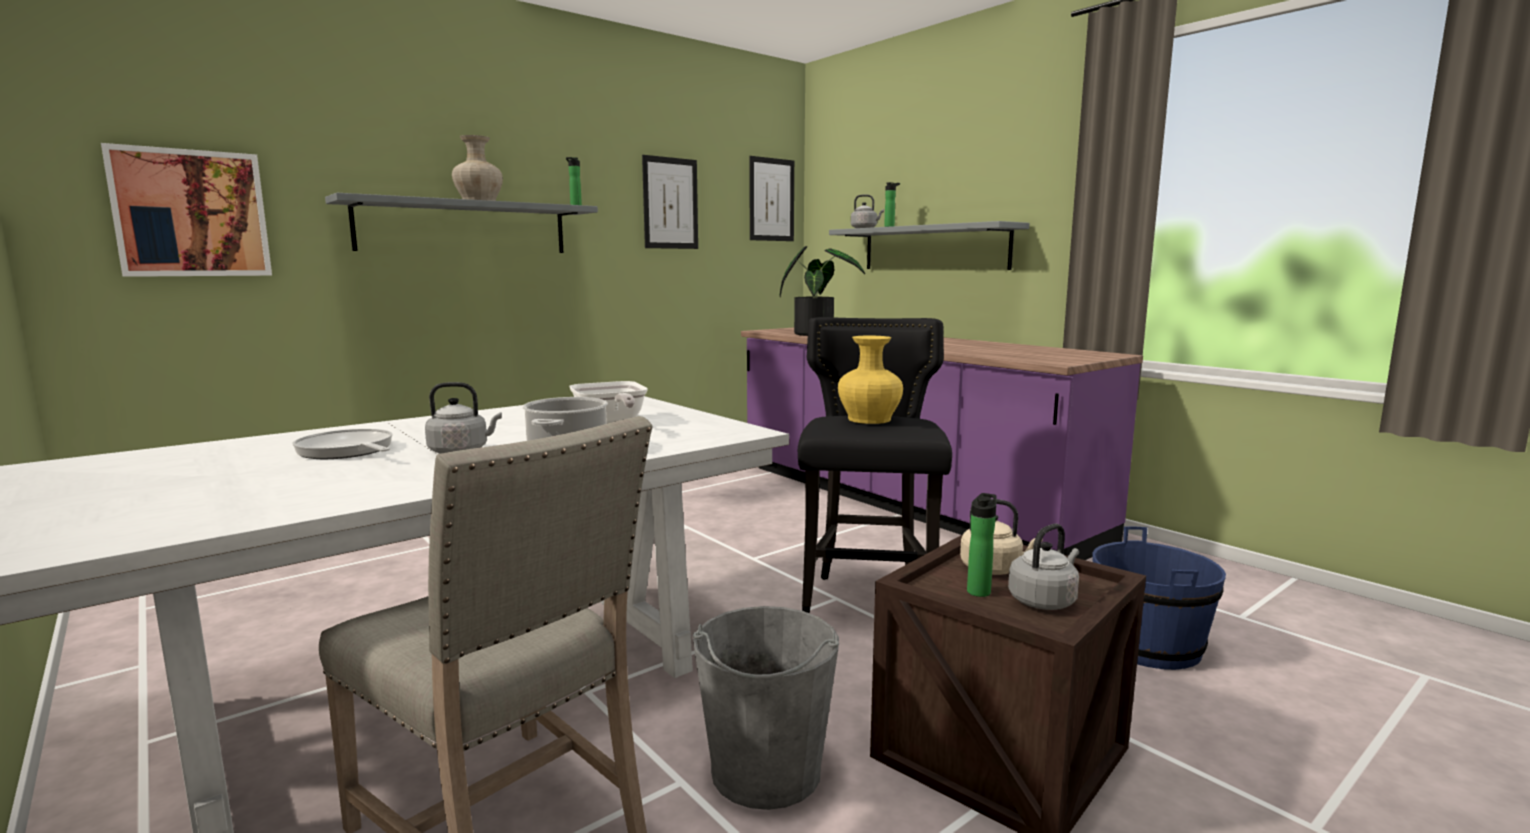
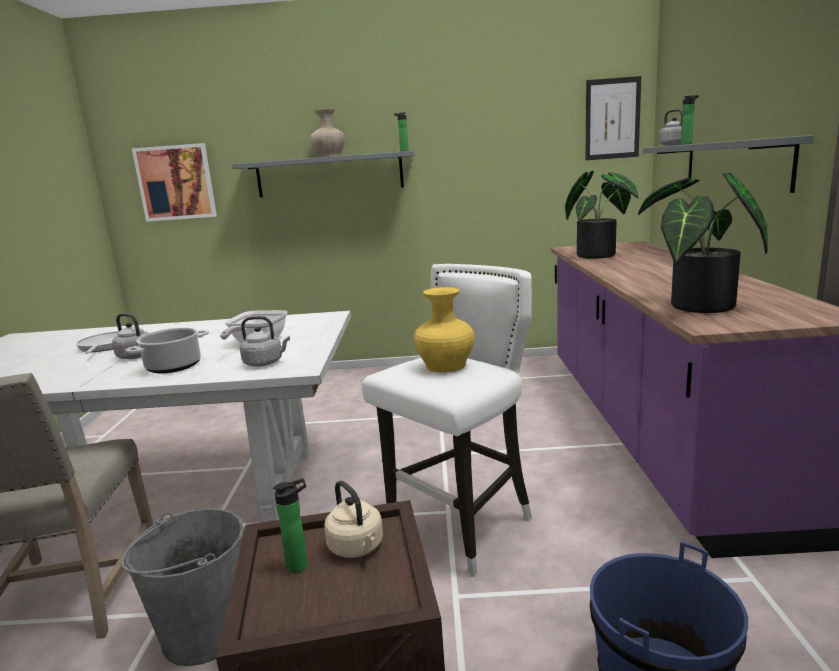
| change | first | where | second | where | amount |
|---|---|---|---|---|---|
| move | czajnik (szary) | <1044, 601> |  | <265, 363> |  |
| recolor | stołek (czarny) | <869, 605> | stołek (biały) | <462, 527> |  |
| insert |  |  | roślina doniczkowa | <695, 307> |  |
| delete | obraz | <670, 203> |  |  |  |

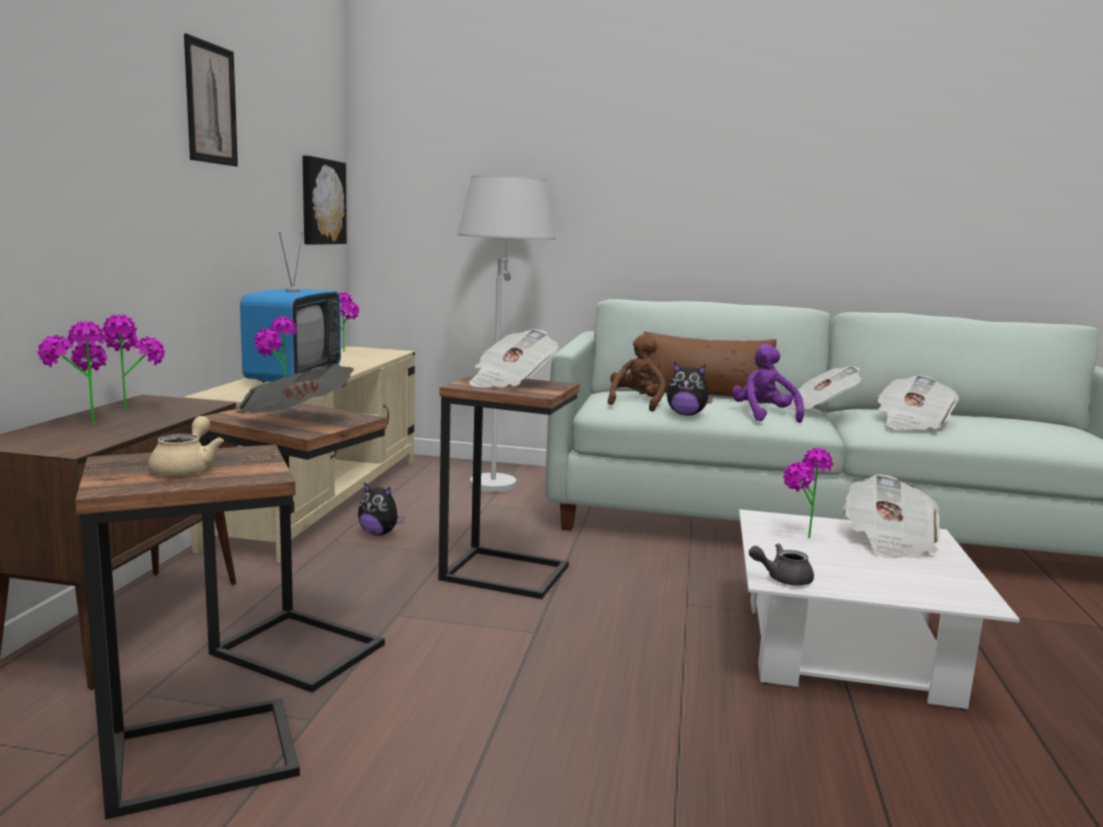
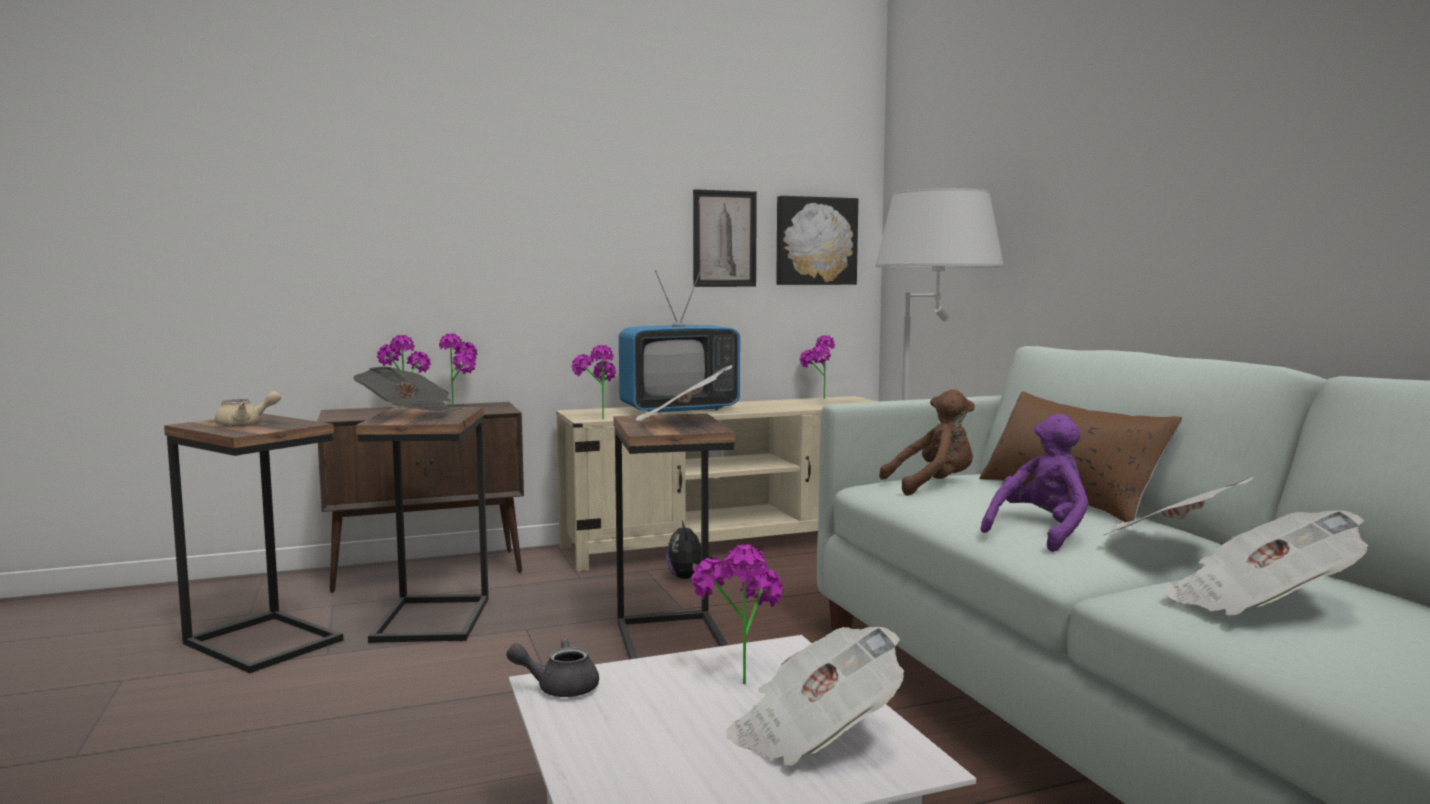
| change | first | where | second | where | amount |
|---|---|---|---|---|---|
| rotate | imbryk (szary) | <782, 579> |  | <559, 688> | 60 degrees counterclockwise |
| move | obraz | <210, 104> |  | <724, 239> |  |
| delete | pluszak | <686, 414> |  |  |  |

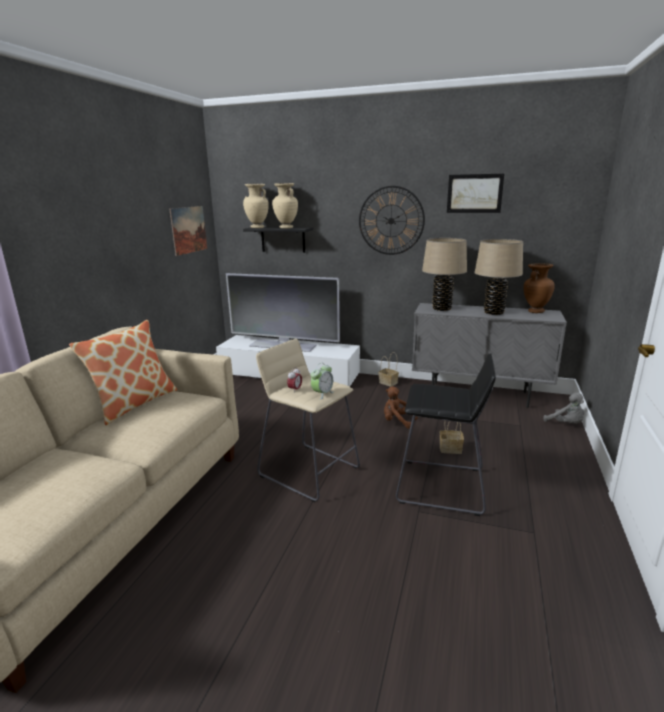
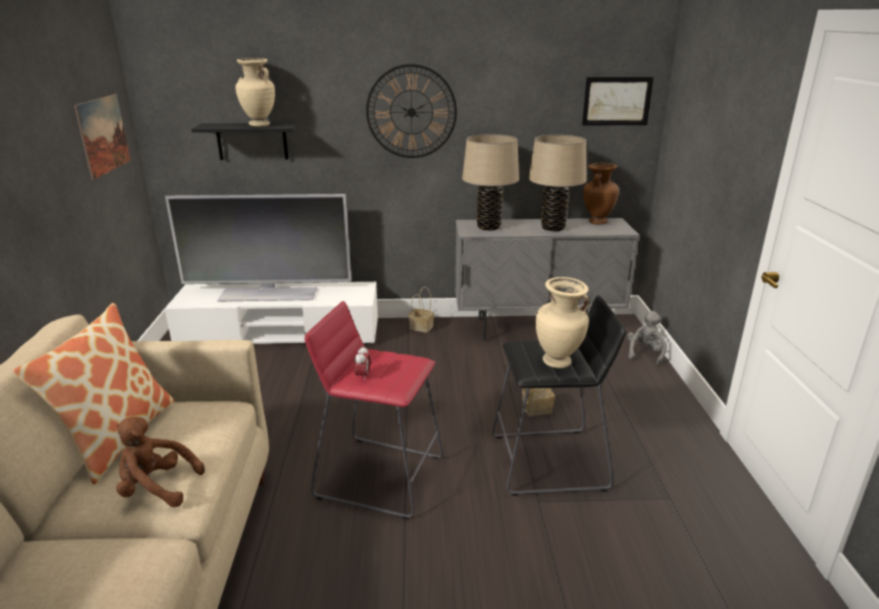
| change | first | where | second | where | amount |
|---|---|---|---|---|---|
| move | pluszak (brązowy) | <397, 421> |  | <157, 488> |  |
| recolor | stołek (beżowy) | <309, 471> | stołek (czerwony) | <379, 476> |  |
| move | wazon (beżowy) | <257, 227> |  | <557, 362> |  |
| move | obraz | <474, 193> |  | <617, 101> |  |
| rotate | pluszak (szary) | <566, 424> |  | <645, 353> | 105 degrees counterclockwise |
| delete | budzik | <322, 394> |  |  |  |

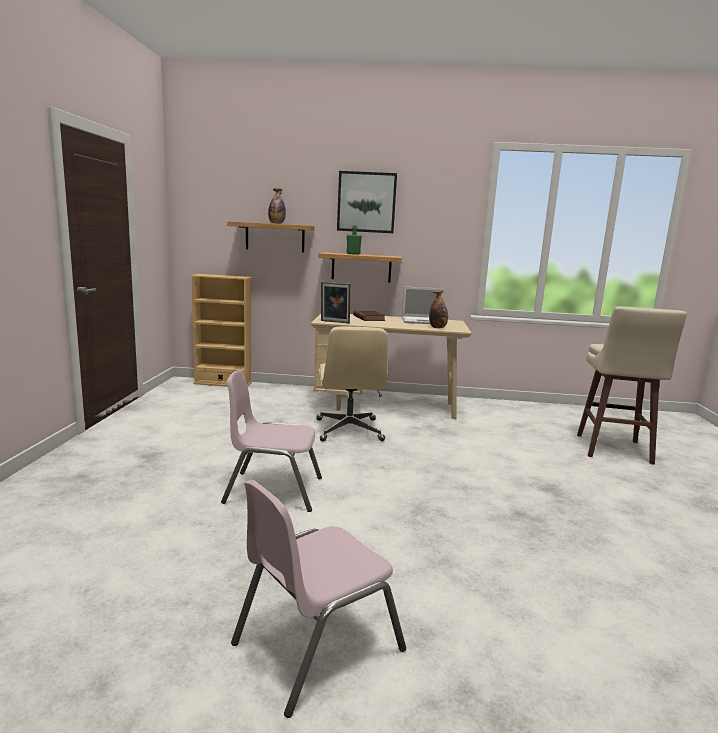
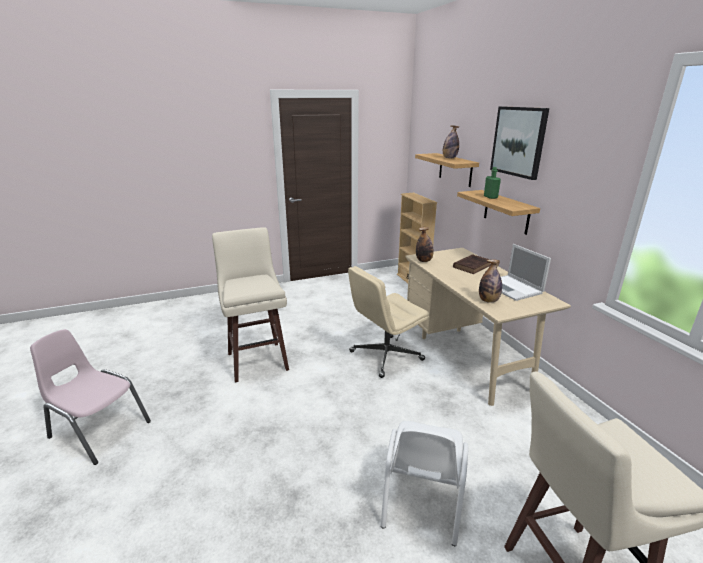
| change | first | where | second | where | amount |
|---|---|---|---|---|---|
| replace | krzesło (różowy) | <273, 490> | stołek (beżowy) | <258, 360> |  |
| insert |  |  | krzesło (biały) | <422, 497> |  |
| replace | ramka na zdjęcie | <334, 322> | butelka | <424, 260> |  |

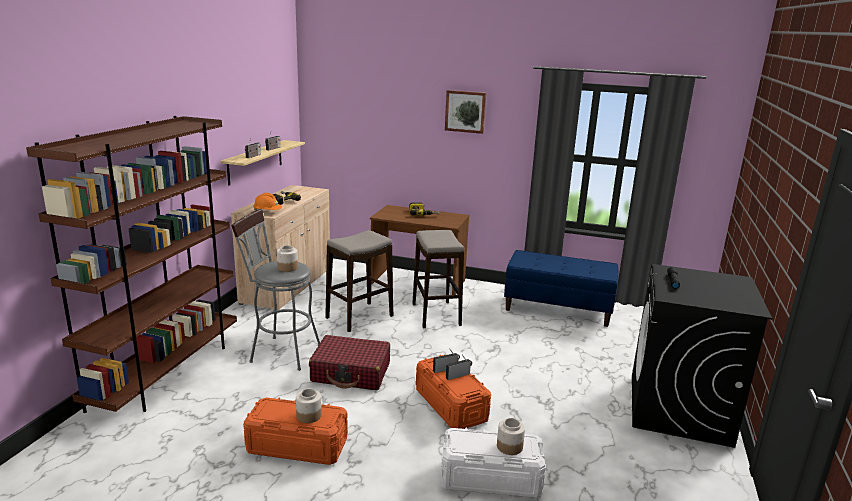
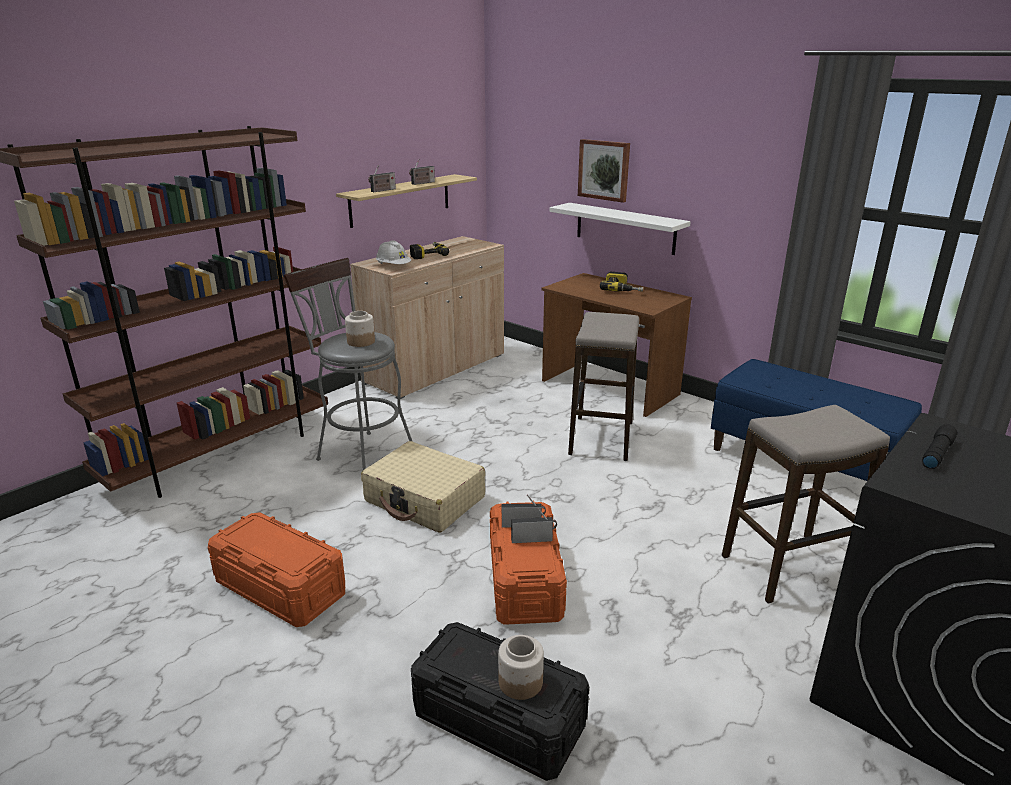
| change | first | where | second | where | amount |
|---|---|---|---|---|---|
| recolor | walizka (czerwony) | <351, 373> | walizka (beżowy) | <425, 500> |  |
| recolor | kask (pomarańczowy) | <267, 212> | kask (biały) | <393, 266> |  |
| recolor | pojemnik do przechowywania (biały) | <490, 478> | pojemnik do przechowywania (czarny) | <499, 720> |  |
| insert |  |  | półka (biały) | <625, 228> |  |
| move | obraz | <465, 111> |  | <604, 170> |  |
| move | stołek | <359, 317> |  | <788, 567> |  |
| delete | słoik | <308, 416> |  |  |  |

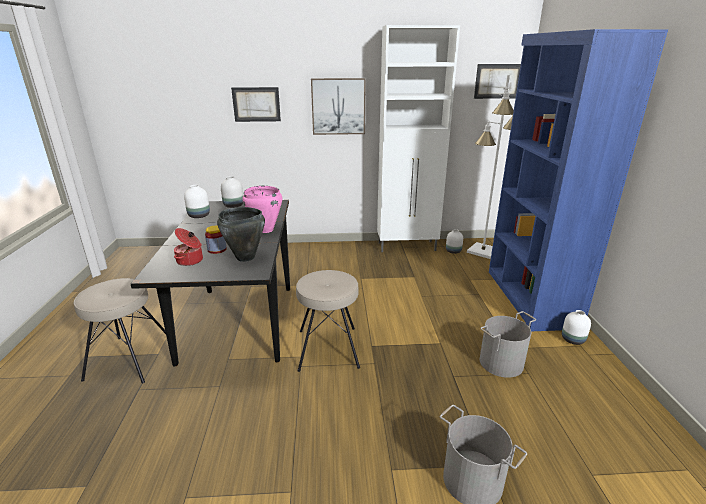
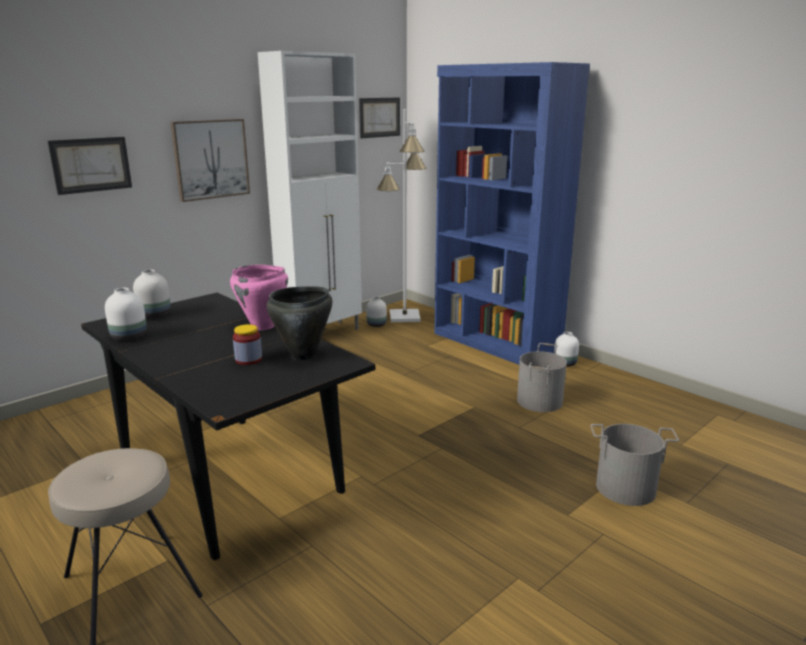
| change | first | where | second | where | amount |
|---|---|---|---|---|---|
| delete | garnek | <190, 261> |  |  |  |
| delete | stołek (beżowy) | <329, 348> |  |  |  |

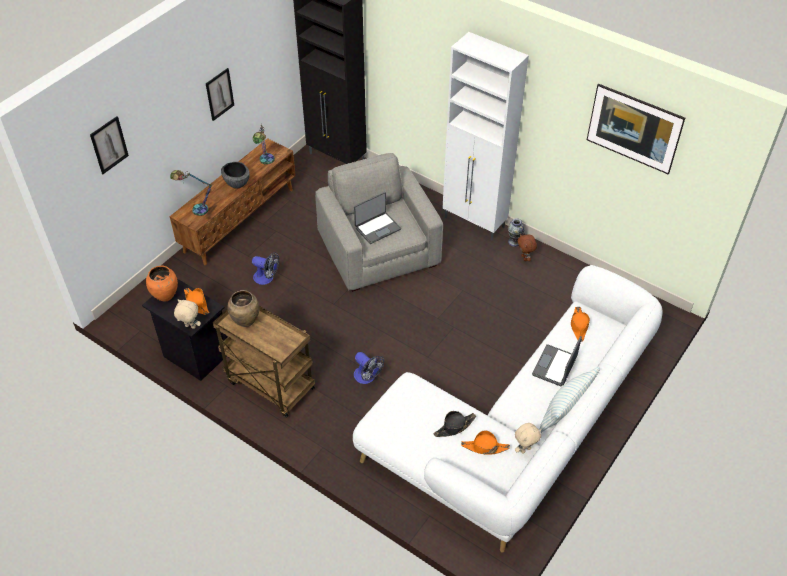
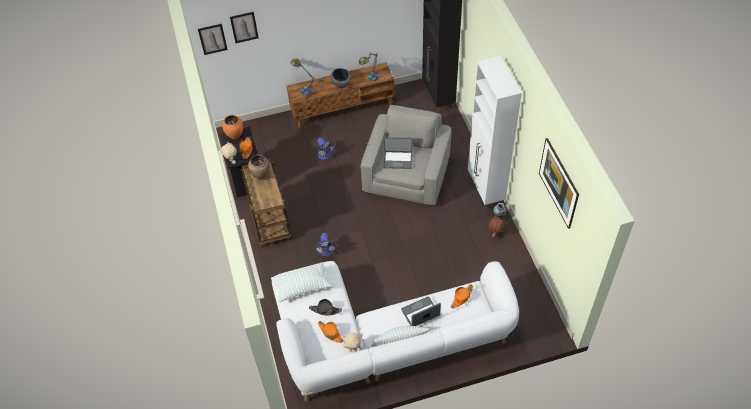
| change | first | where | second | where | amount |
|---|---|---|---|---|---|
| move | obraz | <219, 94> |  | <212, 39> |  |
| insert |  |  | poduszka | <302, 286> |  |

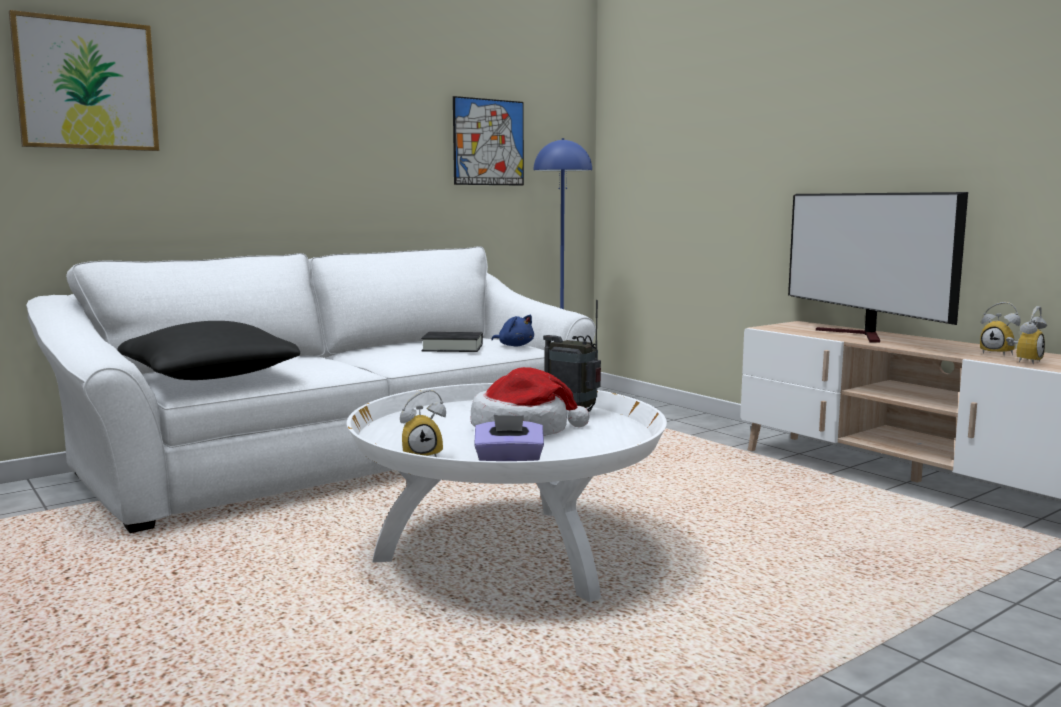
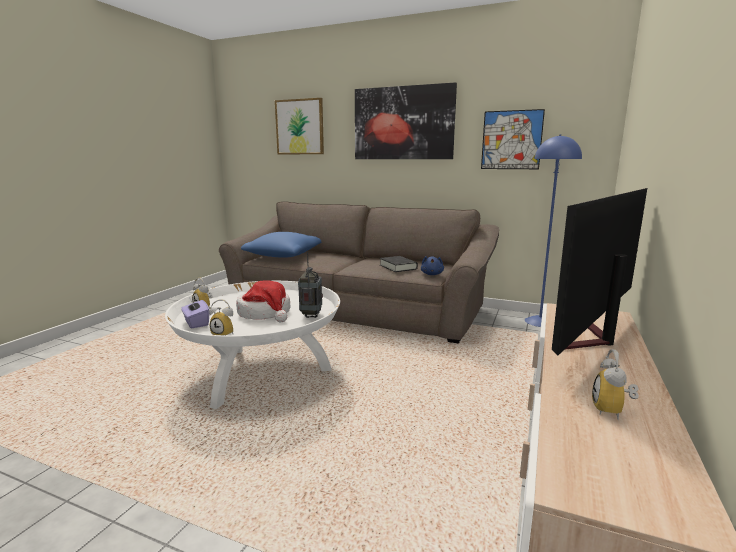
| change | first | where | second | where | amount |
|---|---|---|---|---|---|
| move | budzik | <1024, 361> |  | <225, 334> |  |
| recolor | kanapa (biały) | <342, 457> | kanapa (brązowy) | <357, 309> |  |
| recolor | poduszka (czarny) | <209, 376> | poduszka (niebieski) | <283, 255> |  |
| insert |  |  | obraz | <403, 123> |  |

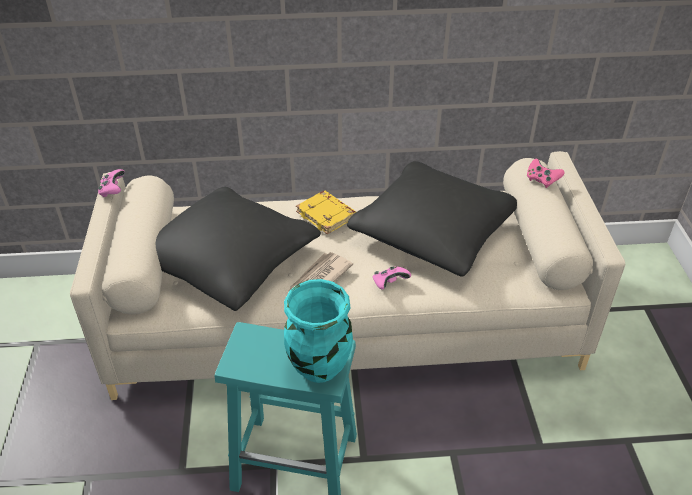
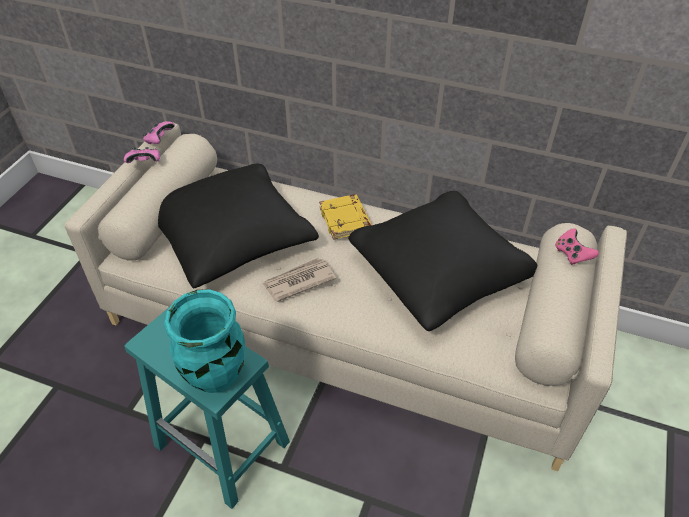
| change | first | where | second | where | amount |
|---|---|---|---|---|---|
| move | pad do gier (różowy) | <389, 283> |  | <145, 163> |  |

